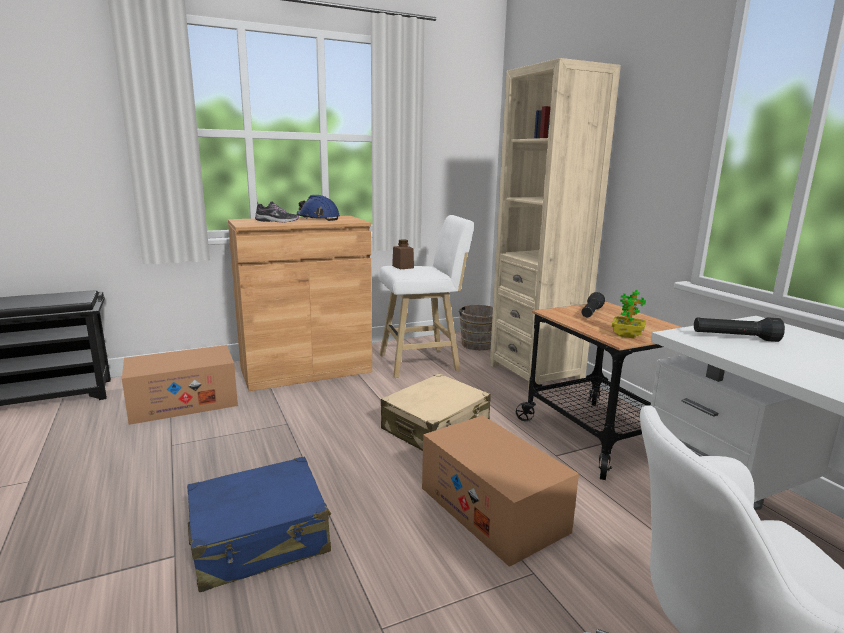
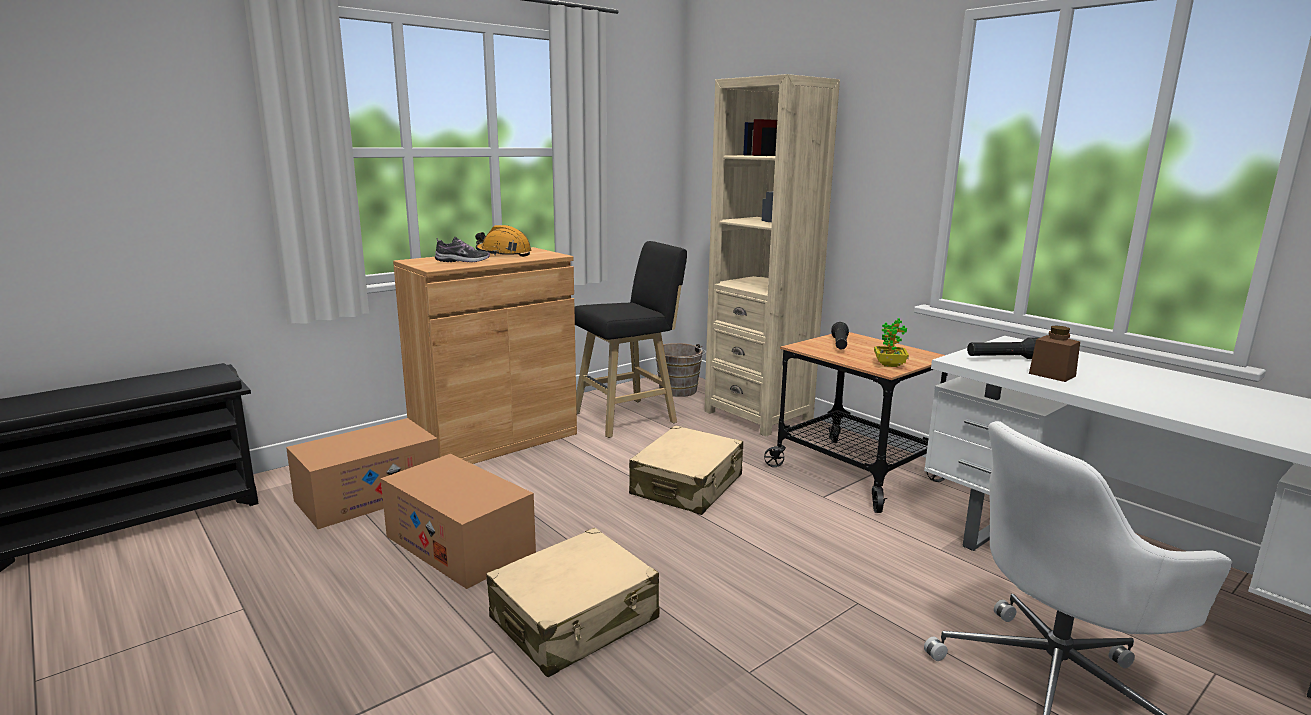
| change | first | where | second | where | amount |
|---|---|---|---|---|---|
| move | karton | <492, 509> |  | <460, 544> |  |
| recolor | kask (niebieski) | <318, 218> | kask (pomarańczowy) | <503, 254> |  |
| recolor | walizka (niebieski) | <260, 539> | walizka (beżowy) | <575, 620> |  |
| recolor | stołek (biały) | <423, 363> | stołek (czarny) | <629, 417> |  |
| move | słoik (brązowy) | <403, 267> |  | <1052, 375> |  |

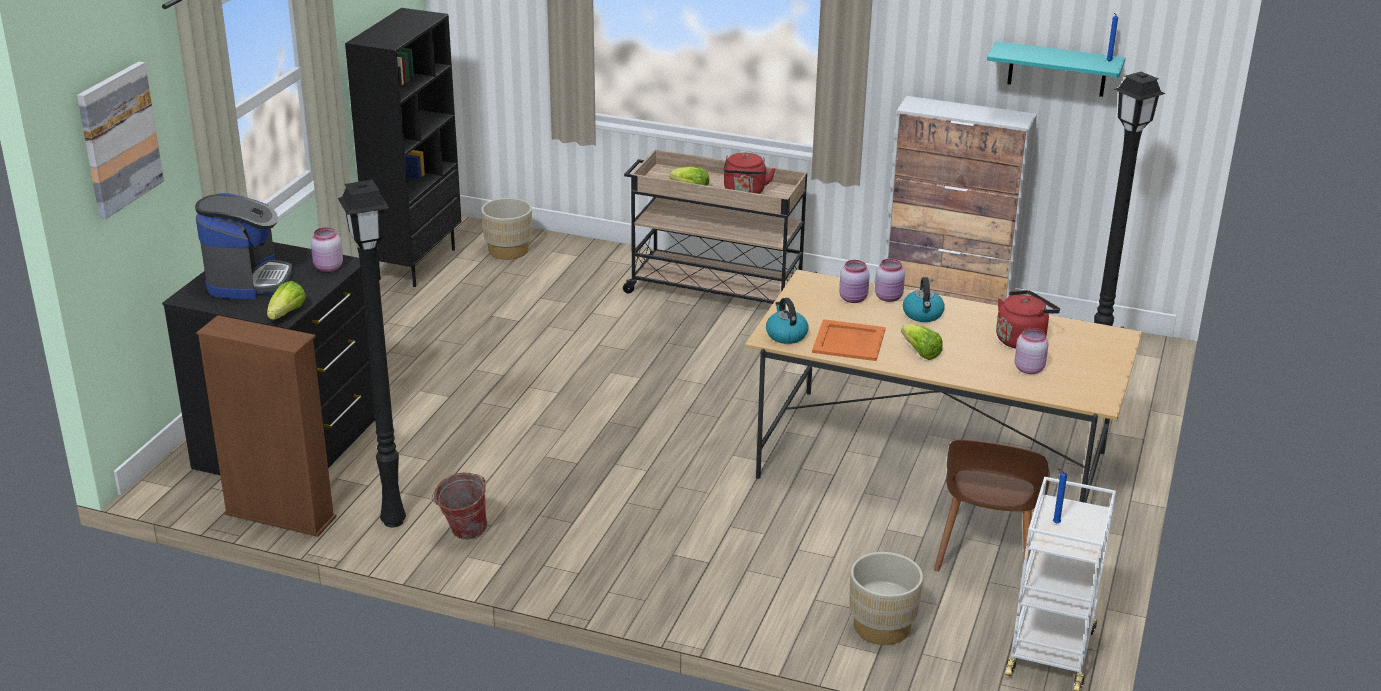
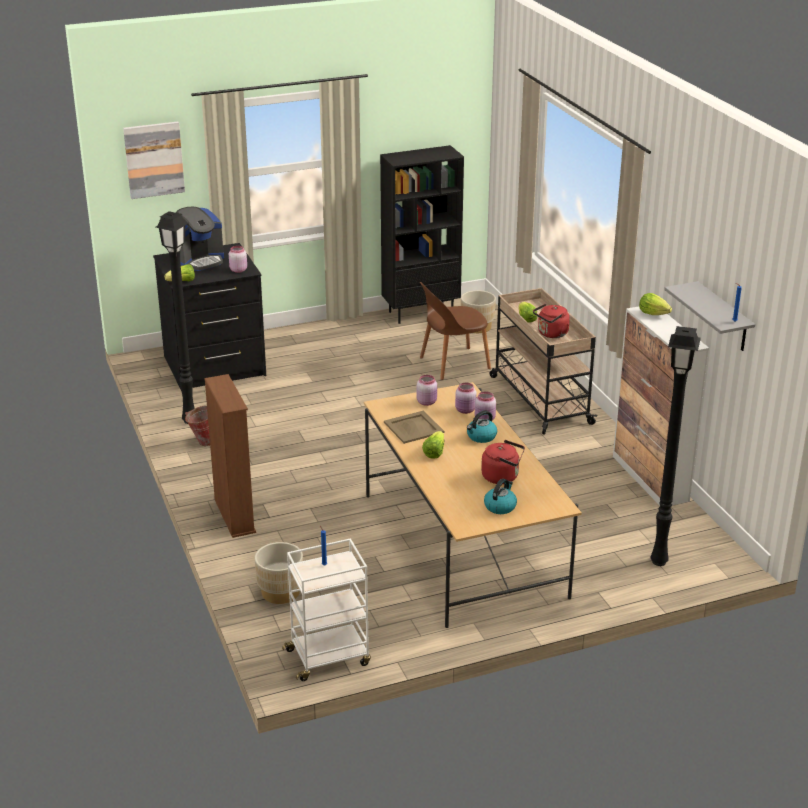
| change | first | where | second | where | amount |
|---|---|---|---|---|---|
| move | regał (brązowy) | <280, 516> |  | <234, 516> |  |
| recolor | taca (pomarańczowy) | <848, 340> | taca (beżowy) | <414, 427> |  |
| move | słoik (różowy) | <1029, 368> |  | <427, 402> |  |
| move | krzesło (brązowy) | <987, 552> |  | <452, 364> |  |
| move | czajnik | <786, 335> |  | <500, 506> |  |
| insert |  |  | sałata | <653, 313> |  |
| recolor | półka (turkusowy) | <1057, 69> | półka (szary) | <723, 317> |  |

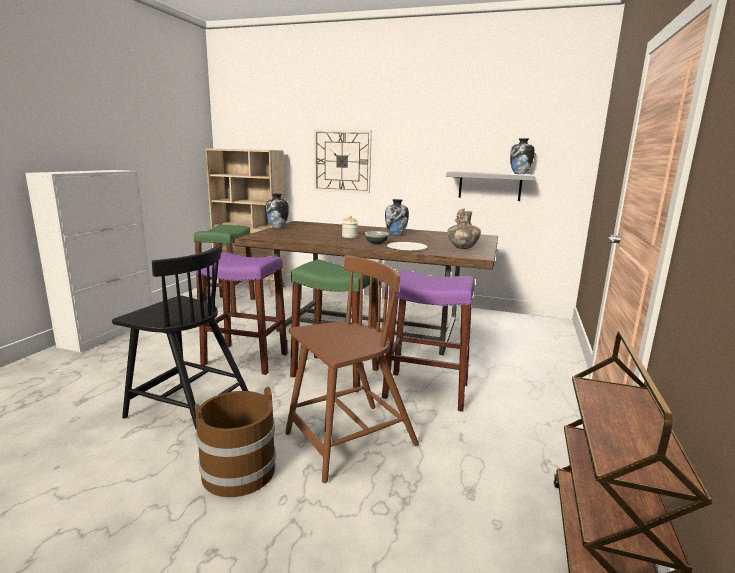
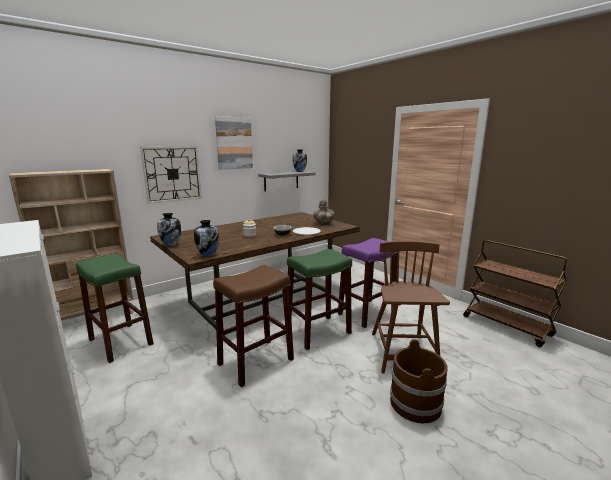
| change | first | where | second | where | amount |
|---|---|---|---|---|---|
| move | wazon | <396, 235> |  | <208, 255> |  |
| recolor | stołek (fioletowy) | <245, 359> | stołek (brązowy) | <255, 361> |  |
| insert |  |  | obraz | <234, 143> |  |
| delete | krzesło (czarny) | <188, 409> |  |  |  |

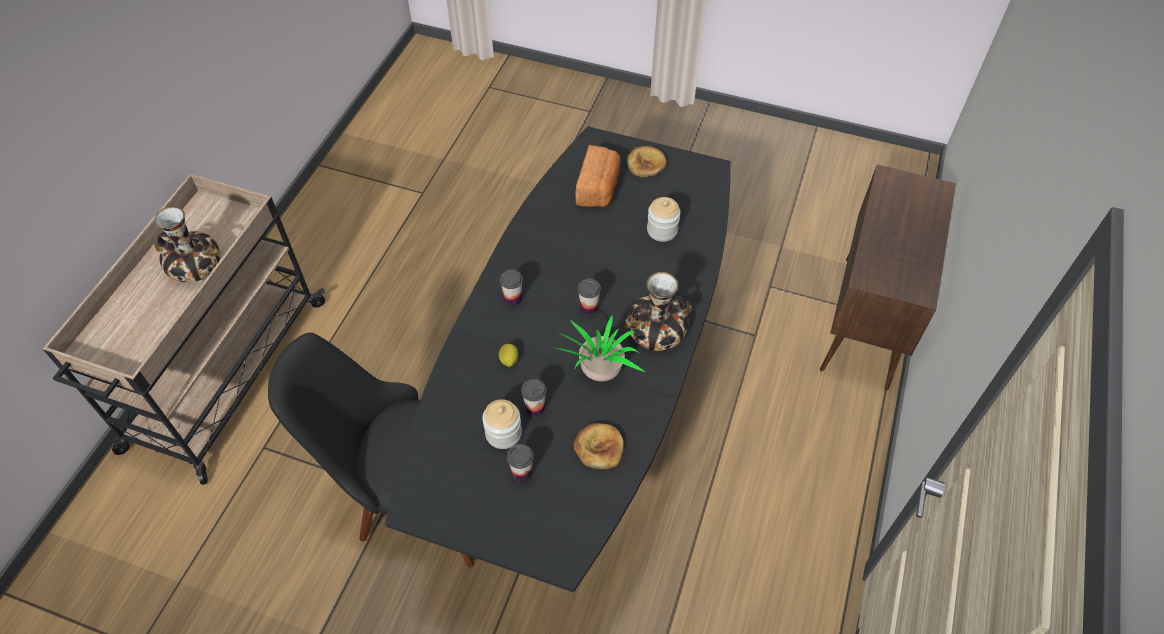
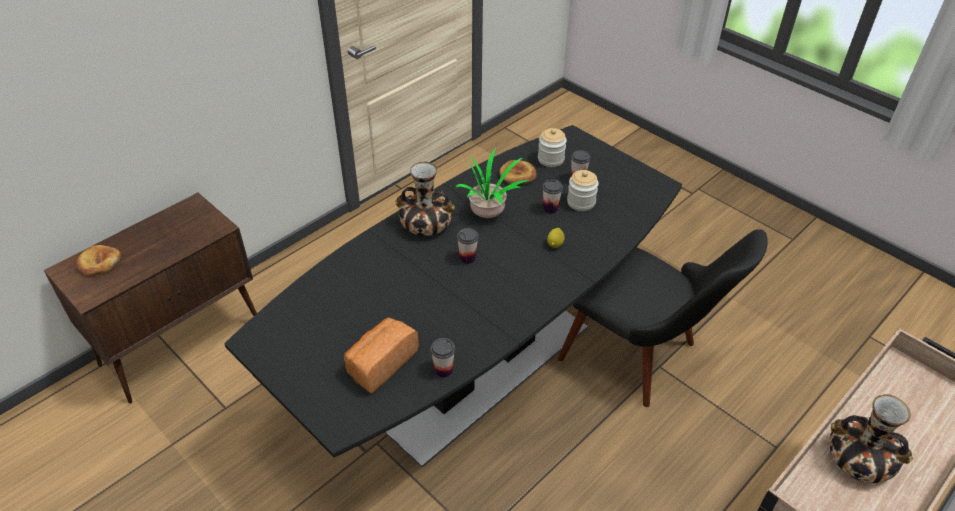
| change | first | where | second | where | amount |
|---|---|---|---|---|---|
| move | chleb | <646, 163> |  | <99, 263> |  |
| move | filiżanka | <513, 299> |  | <443, 370> |  |
| move | słoik | <662, 230> |  | <551, 159> |  |

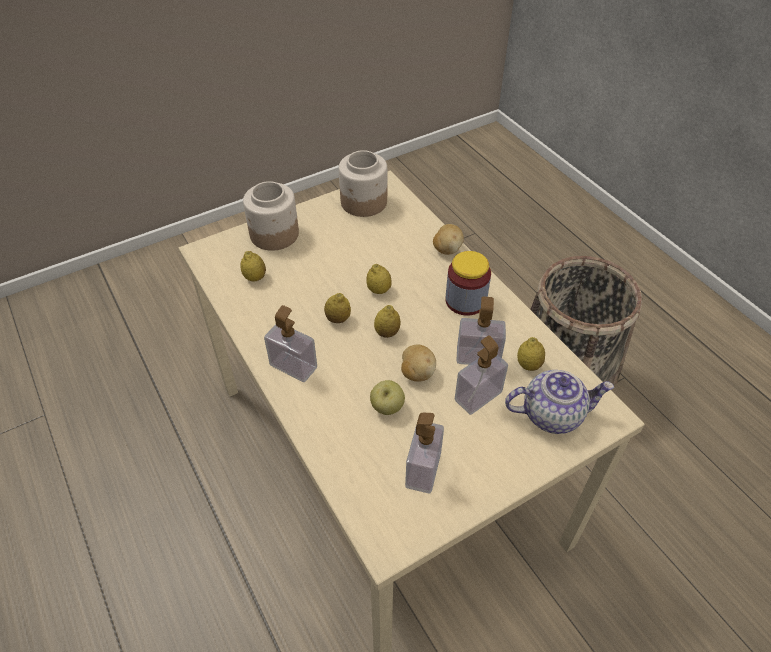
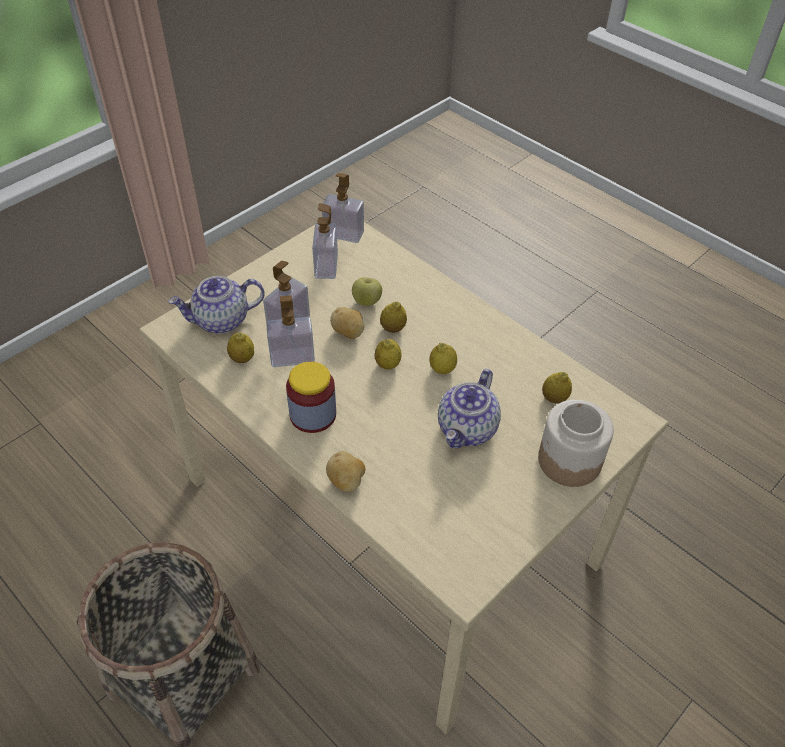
| change | first | where | second | where | amount |
|---|---|---|---|---|---|
| move | dozownik mydła | <293, 366> |  | <343, 234> |  |
| move | cytryna | <379, 290> |  | <393, 328> |  |
| insert |  |  | imbryk | <467, 429> |  |
| delete | słoik | <364, 202> |  |  |  |

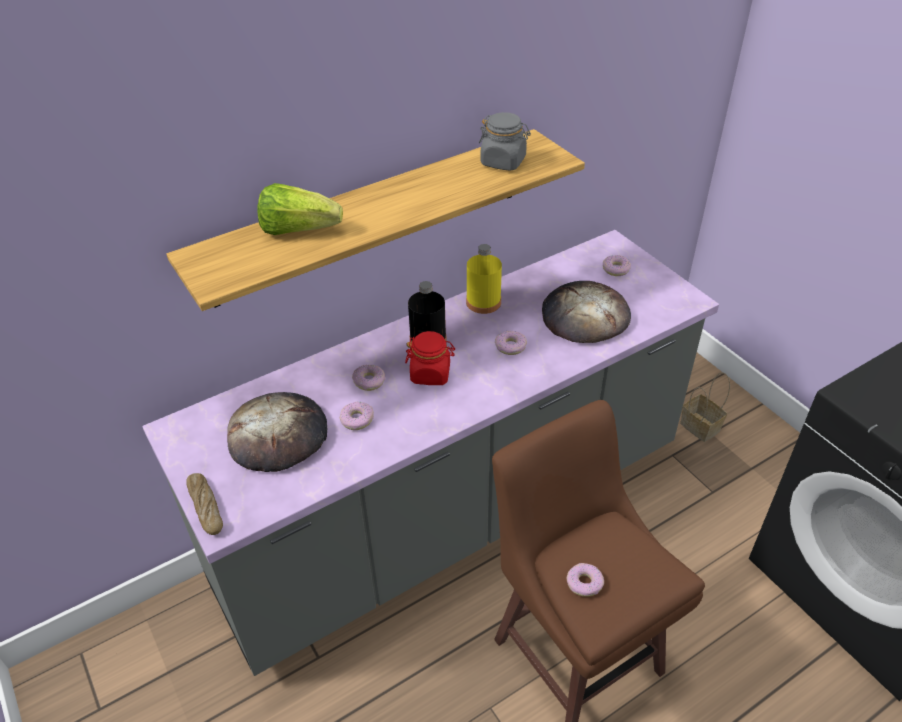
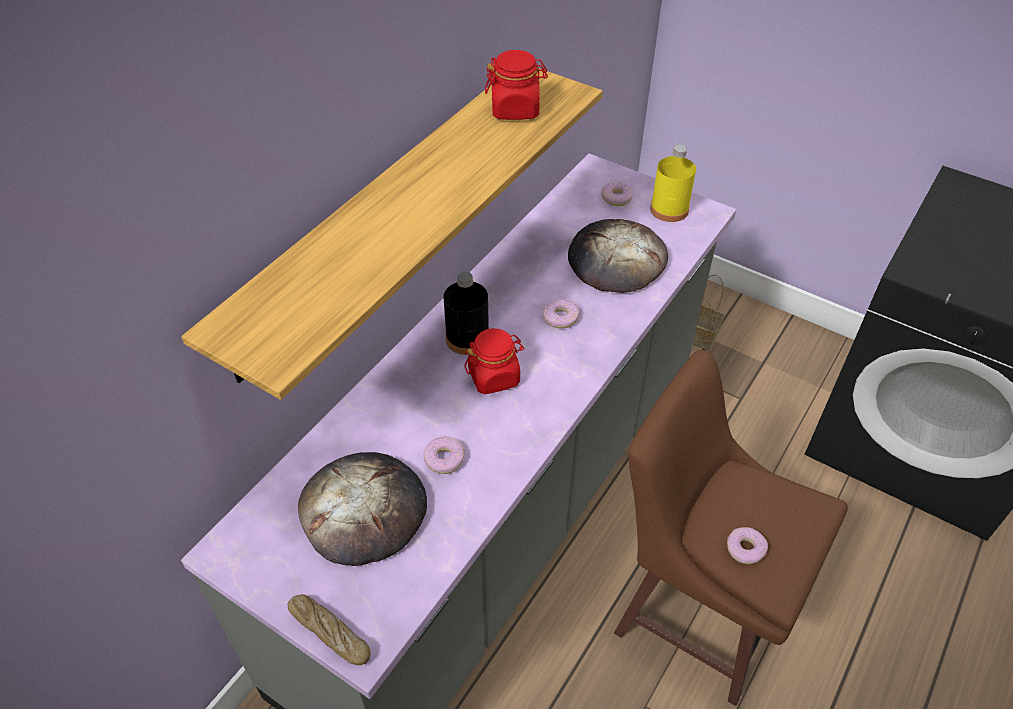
| change | first | where | second | where | amount |
|---|---|---|---|---|---|
| recolor | słoik (szary) | <503, 161> | słoik (czerwony) | <515, 109> |  |
| move | butelka (żółty) | <483, 302> |  | <669, 209> |  |
| delete | sałata | <298, 230> |  |  |  |
| delete | donut | <369, 381> |  |  |  |

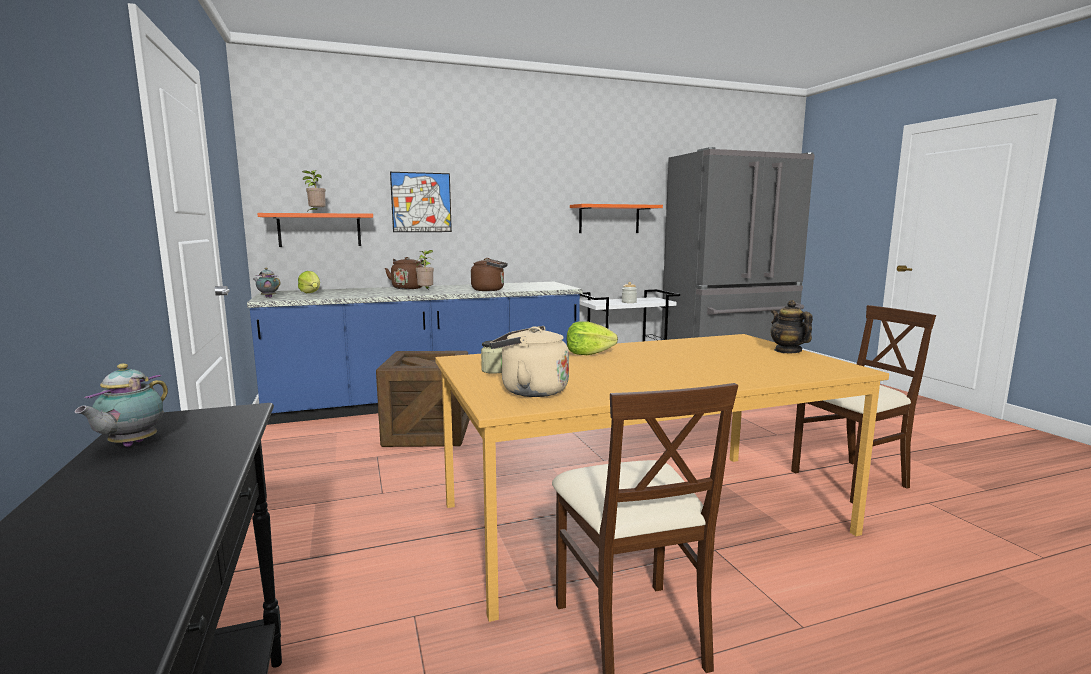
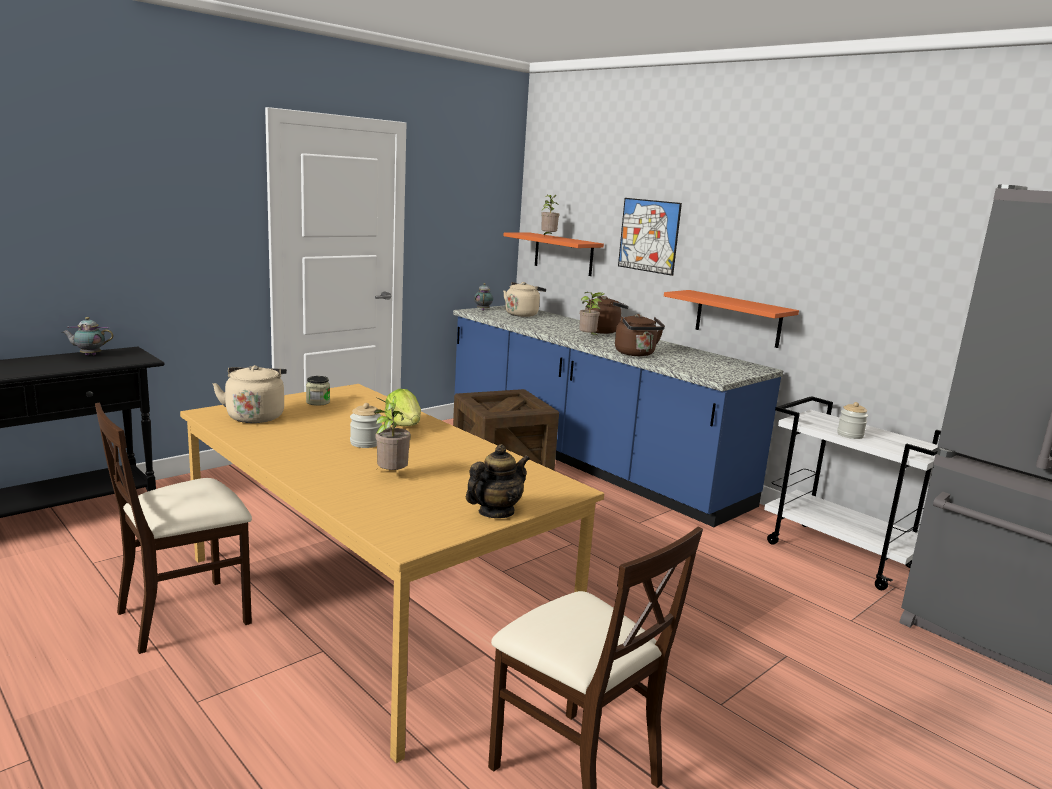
| change | first | where | second | where | amount |
|---|---|---|---|---|---|
| insert |  |  | słoik | <365, 443> |  |
| insert |  |  | roślina doniczkowa | <390, 475> |  |
| replace | sałata | <311, 293> | czajnik (beżowy) | <522, 314> |  |
| move | półka (pomarańczowy) | <609, 219> |  | <738, 318> |  |

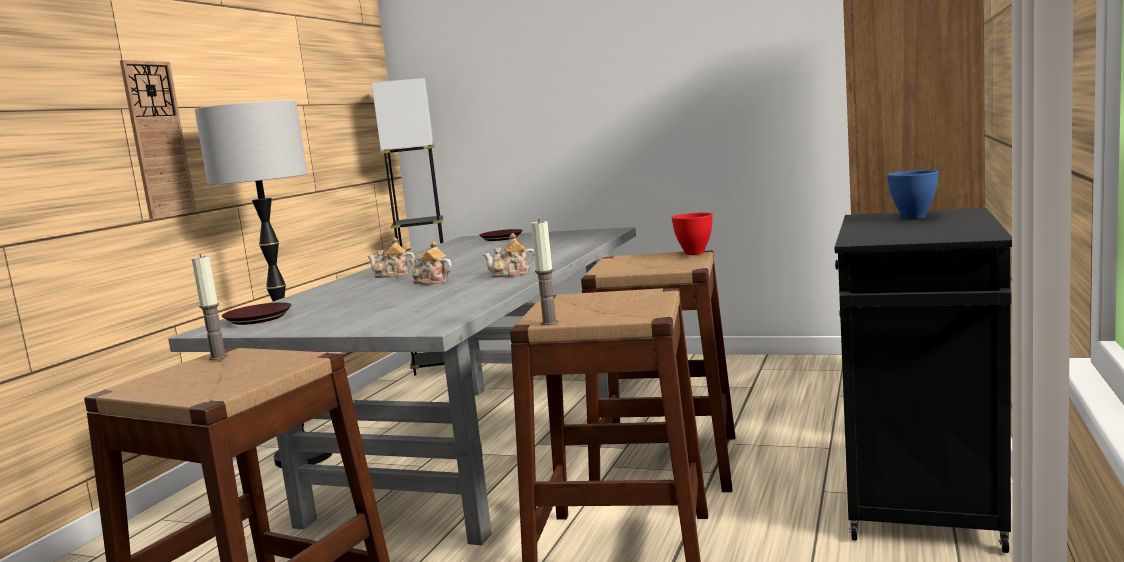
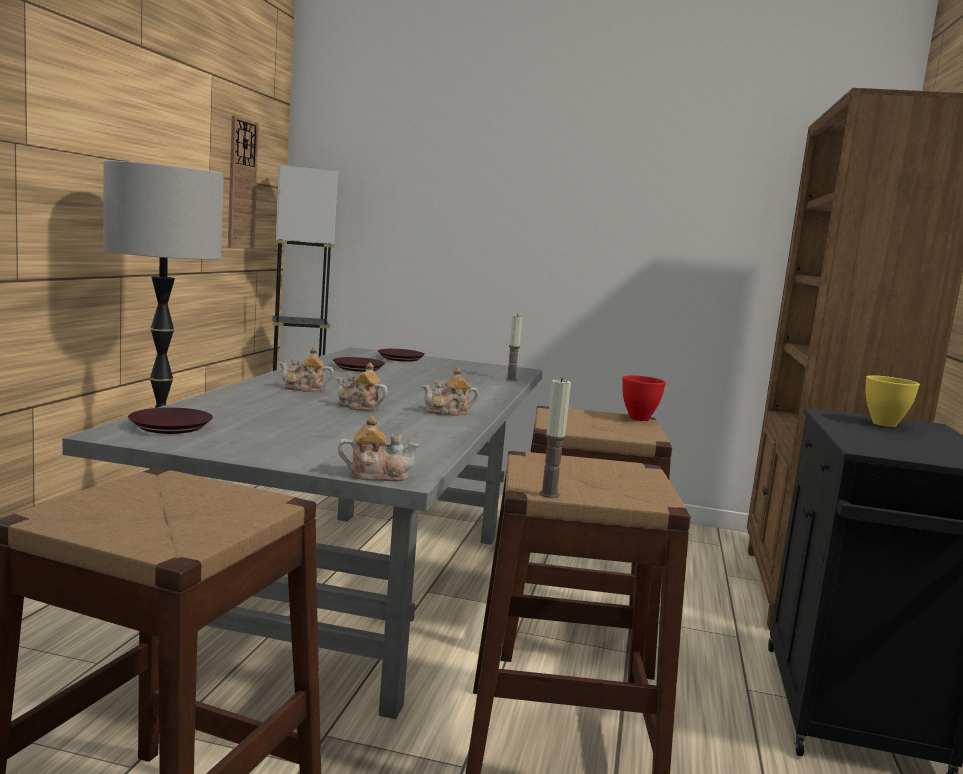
| change | first | where | second | where | amount |
|---|---|---|---|---|---|
| move | zegar ścienny | <158, 139> |  | <241, 184> |  |
| insert |  |  | talerz (brązowy) | <359, 368> |  |
| insert |  |  | imbryk | <377, 475> |  |
| move | świeca | <218, 357> |  | <511, 379> |  |
| recolor | miska (niebieski) | <912, 217> | miska (żółty) | <883, 424> |  |

